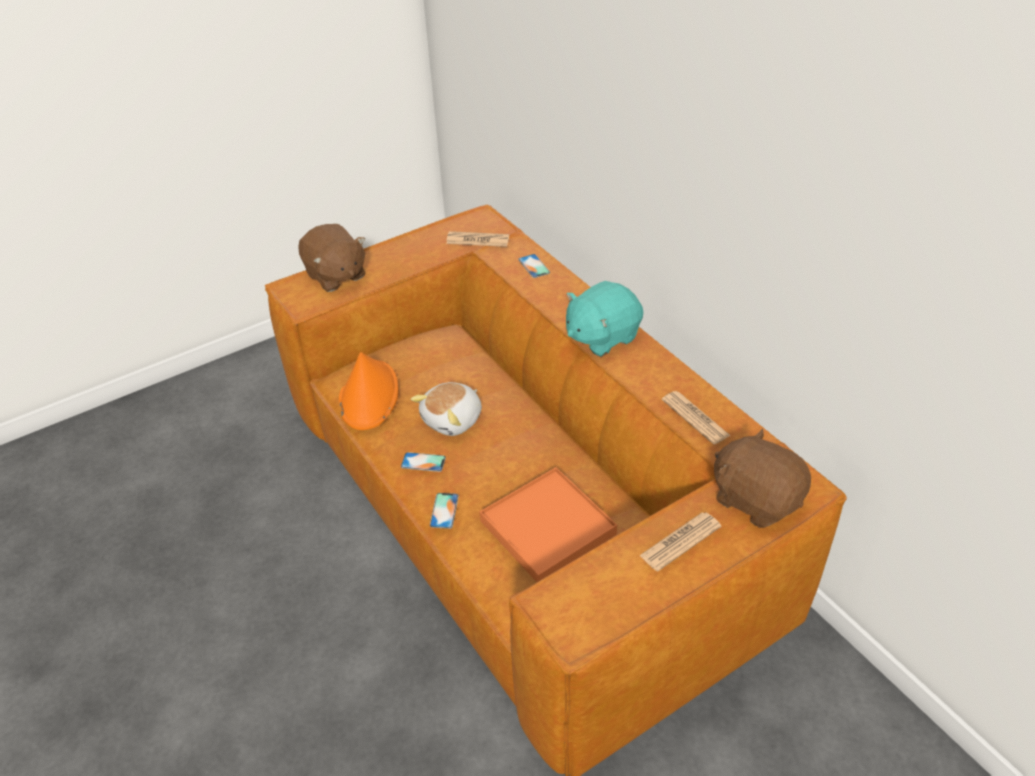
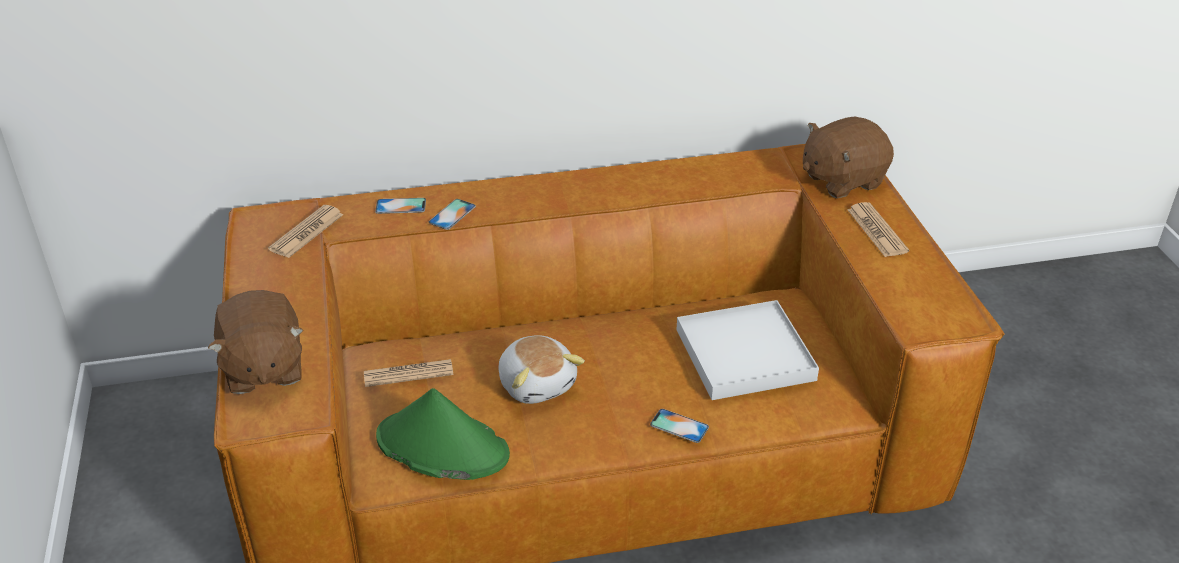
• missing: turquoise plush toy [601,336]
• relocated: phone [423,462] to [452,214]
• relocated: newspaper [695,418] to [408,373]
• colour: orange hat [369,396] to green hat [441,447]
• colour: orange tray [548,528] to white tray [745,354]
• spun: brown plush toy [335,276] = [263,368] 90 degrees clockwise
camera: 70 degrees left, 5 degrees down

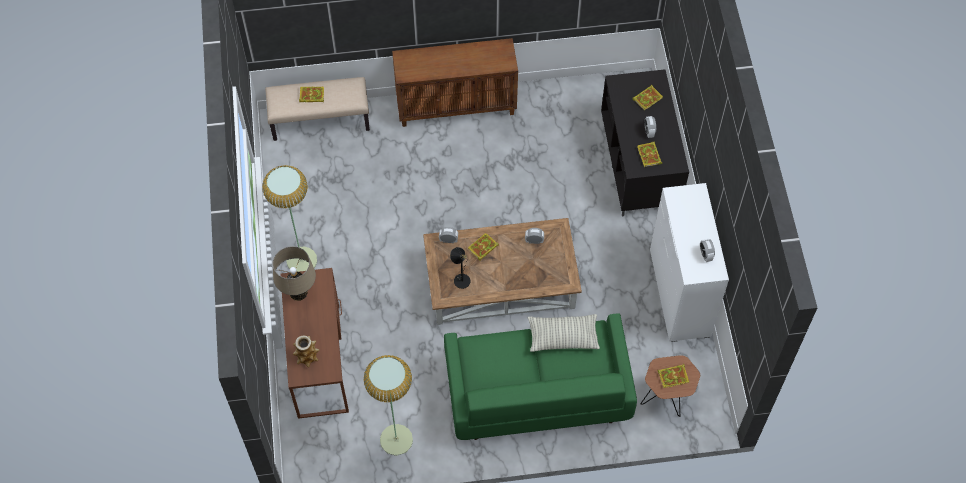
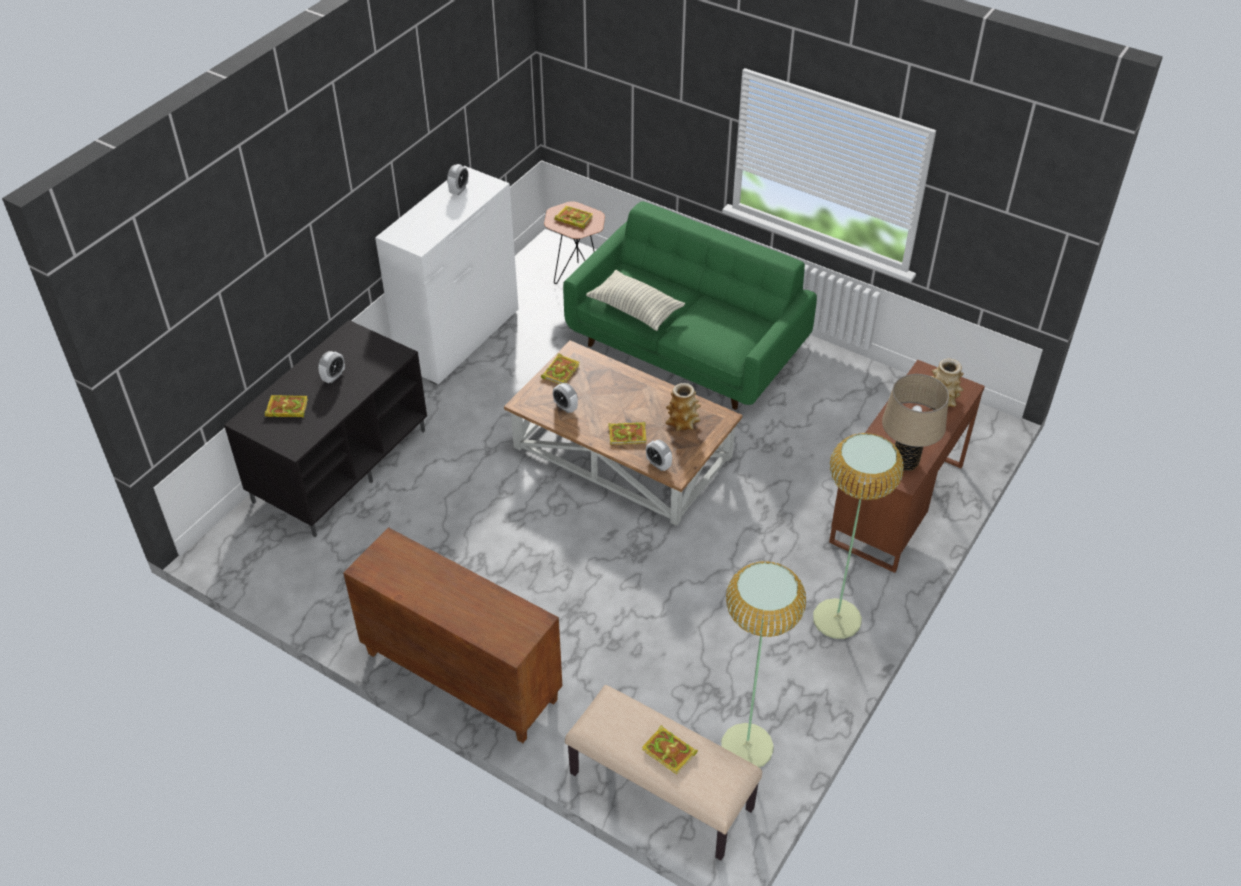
• relocated: floor lamp [396,439] to [746,747]
• relocated: book [649,156] to [560,370]
• exchanged: black table lamp [460,278] to vase [683,422]
camera: 140 degrees left, 15 degrees down

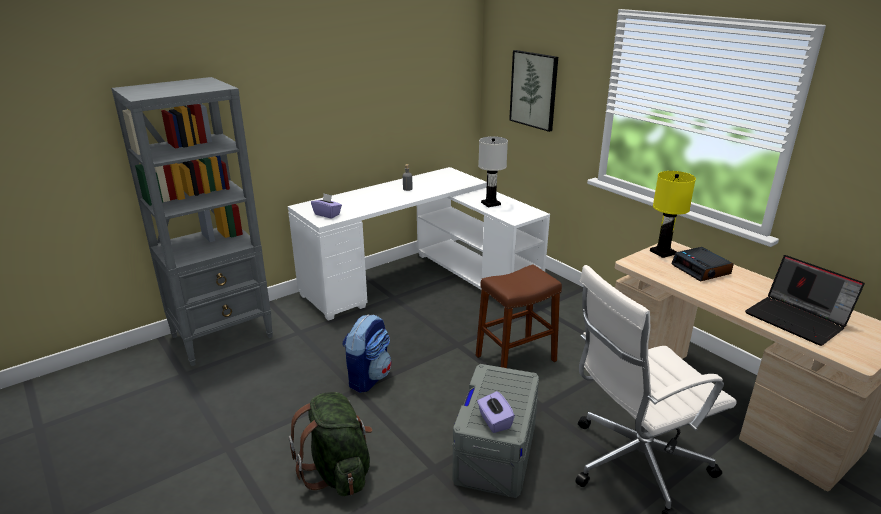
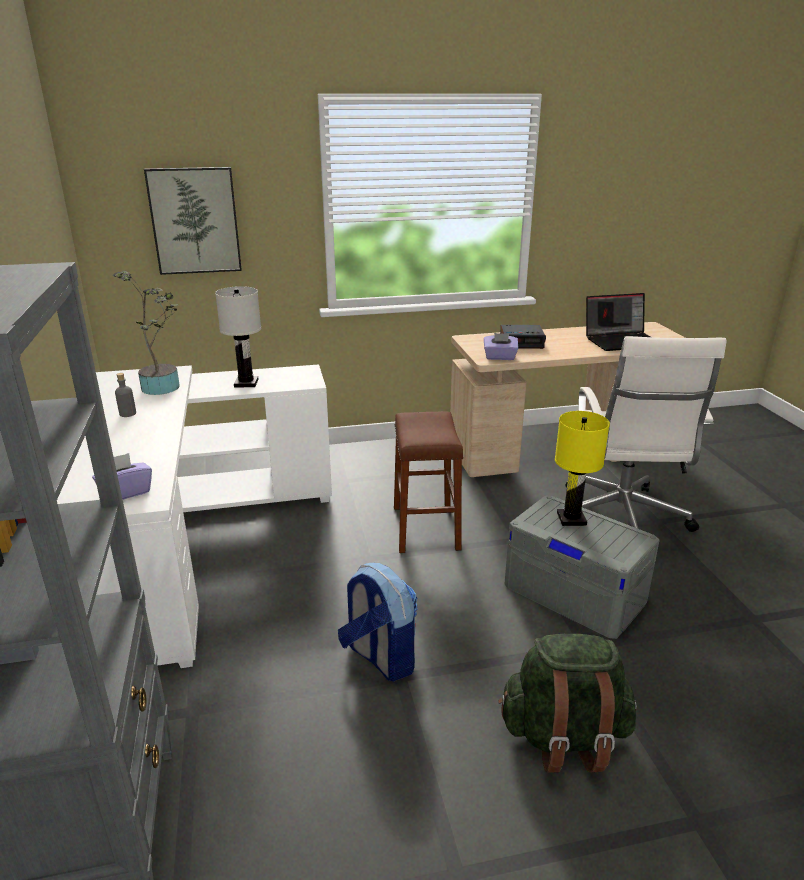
• appeared: potted plant [163,386]
• relocated: purple tissue box [494,421] to [500,357]
• relocated: yellow table lamp [662,252] to [572,519]
camera: 65 degrees left, 0 degrees up

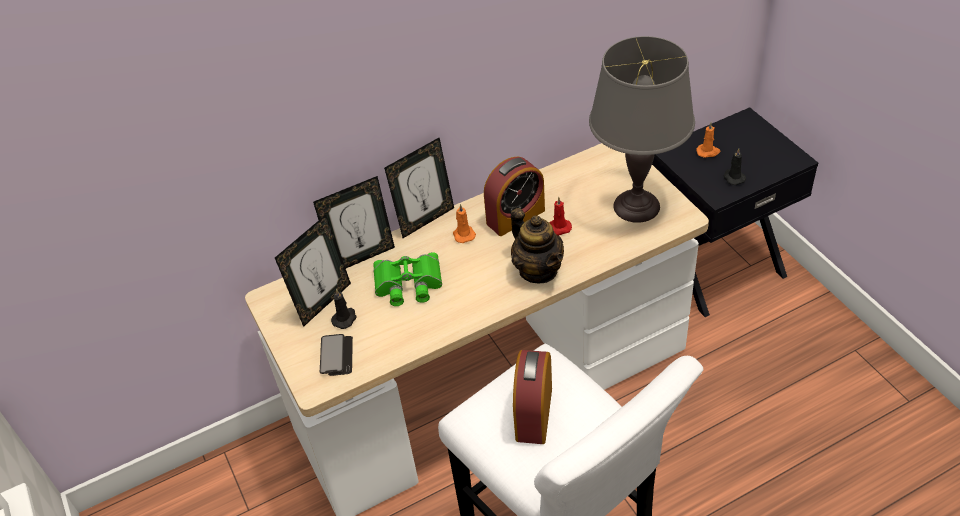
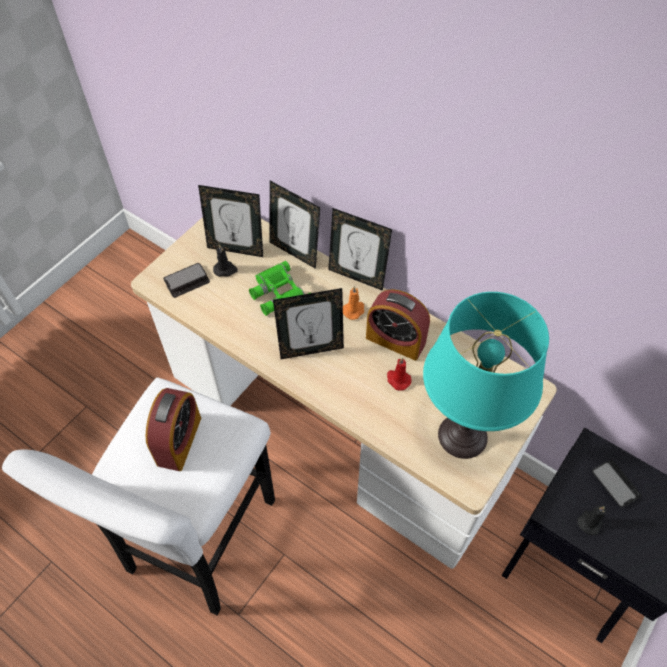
• missing: teapot [538,270]
• appeared: picture frame [311,349]
• exchanged: orange candle [708,152] to phone [615,484]
• colour: grey table lamp [637,206] to turquoise table lamp [463,436]
• spun: alarm clock [534,414] = [179,441] 120 degrees clockwise
camera: 60 degrees right, 10 degrees up

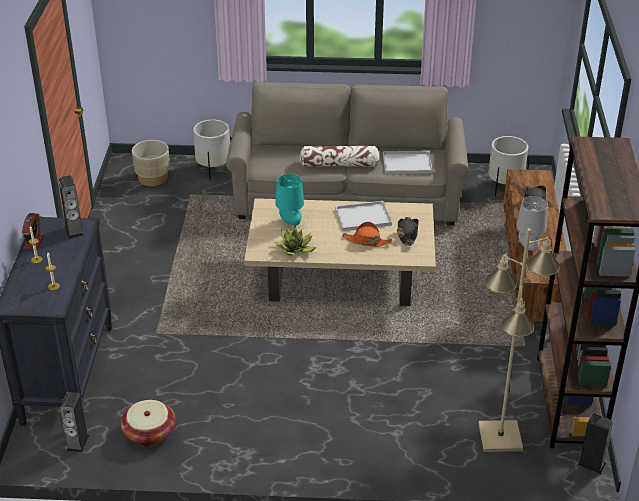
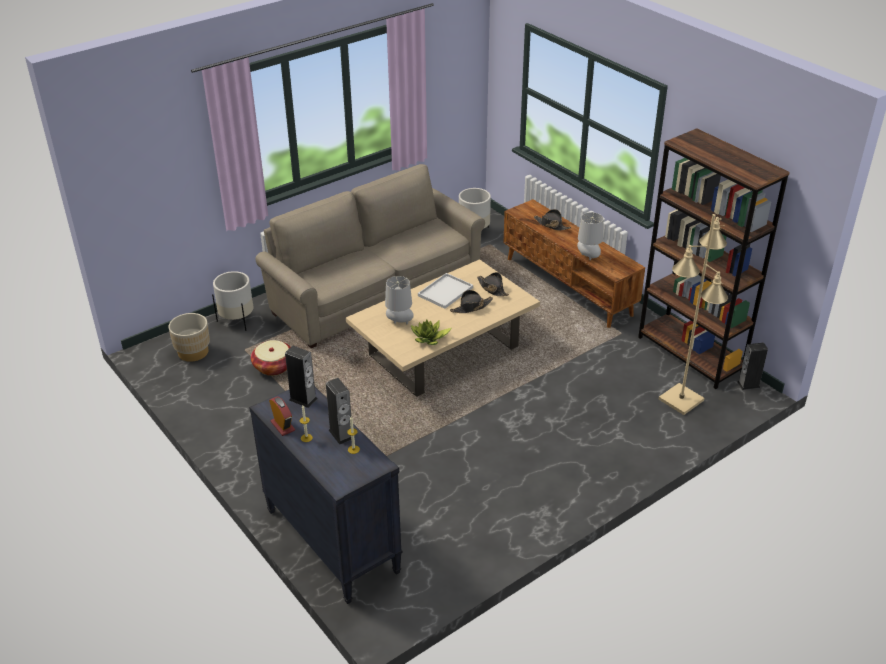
• missing: pillow [339,164]
• missing: white tray [406,164]
• relocated: speaker [78,443] to [341,434]
• relocated: basket [149,433] to [273,366]
• colour: turquoise table lamp [290,223] to grey table lamp [399,322]
• colour: orange hat [366,241] to black hat [471,307]
camera: 40 degrees left, 0 degrees up

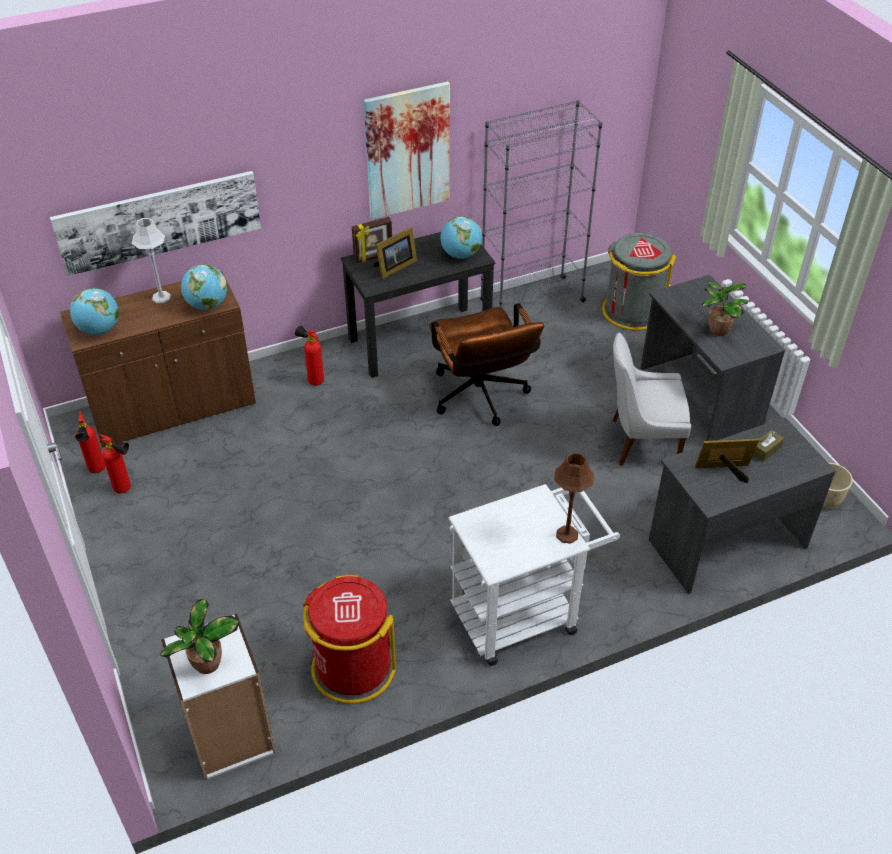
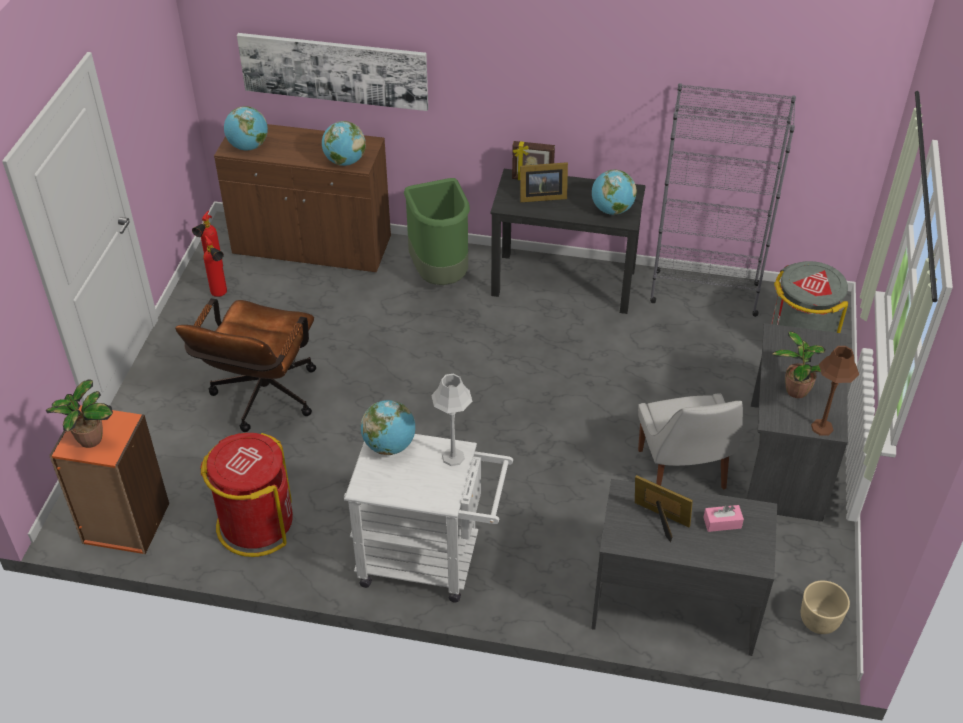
• missing: picture [407,151]
• appeared: globe [389,446]
• relocated: grey table lamp [161,297] to [453,457]
• relocated: brown office chair [481,399] to [261,400]
• relocated: brown table lamp [567,534] to [822,427]
• exchanged: fire extinguisher [313,380] to green trash can [440,275]
• colour: white bookcase [231,738] to orange bookcase [125,524]
• colour: brown tissue box [765,450] to pink tissue box [722,523]
• spun: white chair [641,442] = [682,472] 135 degrees counterclockwise
camera: 35 degrees right, 0 degrees up

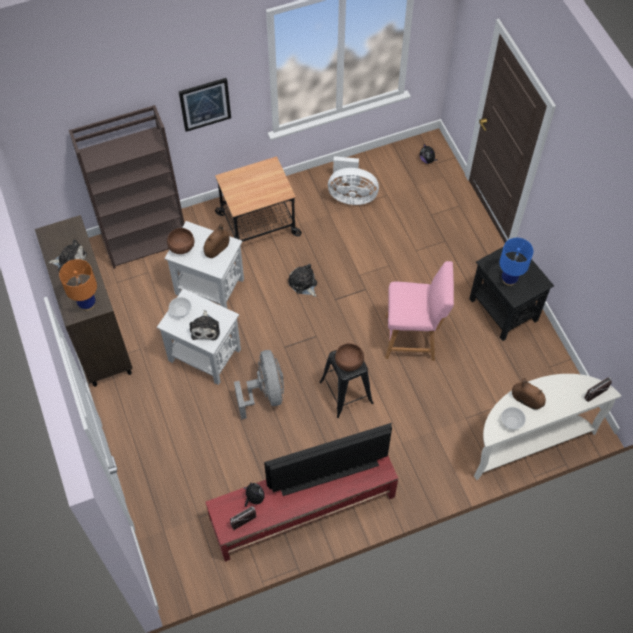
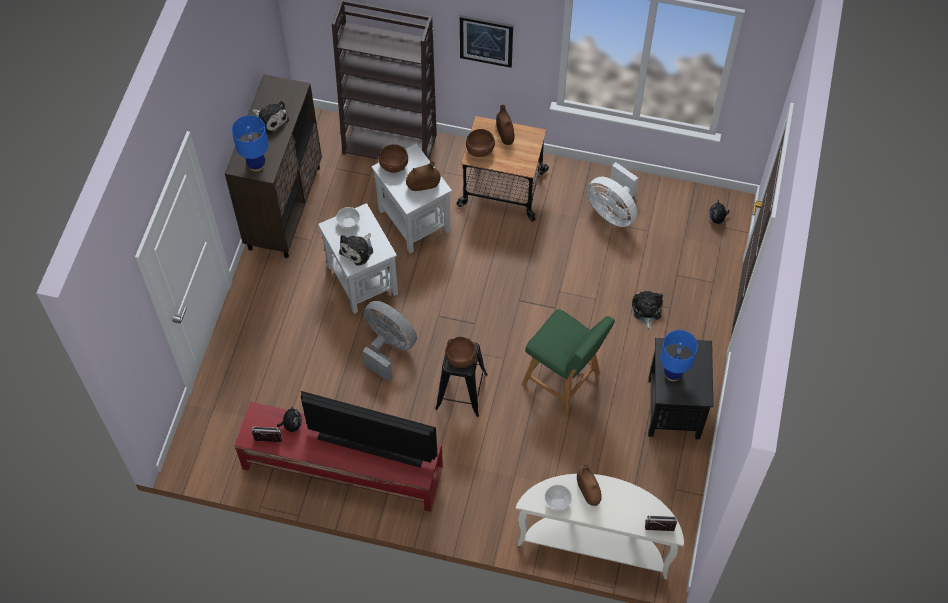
• appeared: brown bowl [480,150]
• appeared: brown vase [505,134]
• relocated: plush toy [303,284] to [646,310]
• colour: orange table lamp [87,304] to blue table lamp [256,165]
• colour: pink stool [413,338] to green stool [564,380]
• spun: grey fan [265,393] = [388,347] 75 degrees counterclockwise
camera: 35 degrees right, 0 degrees up

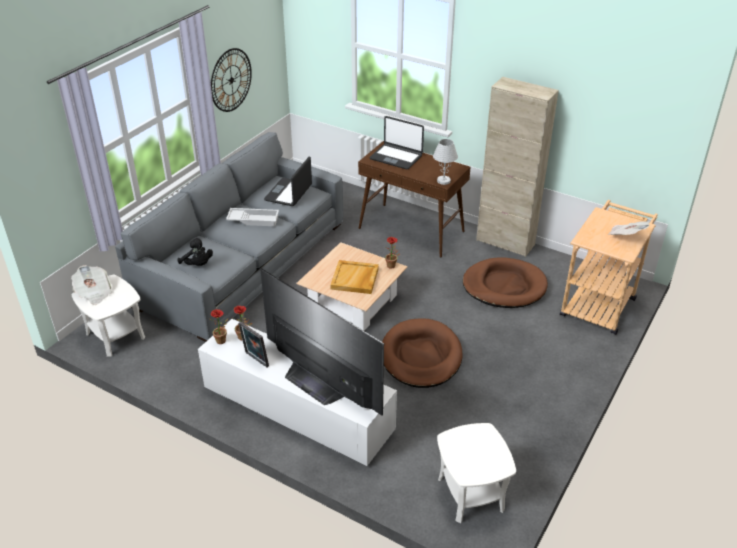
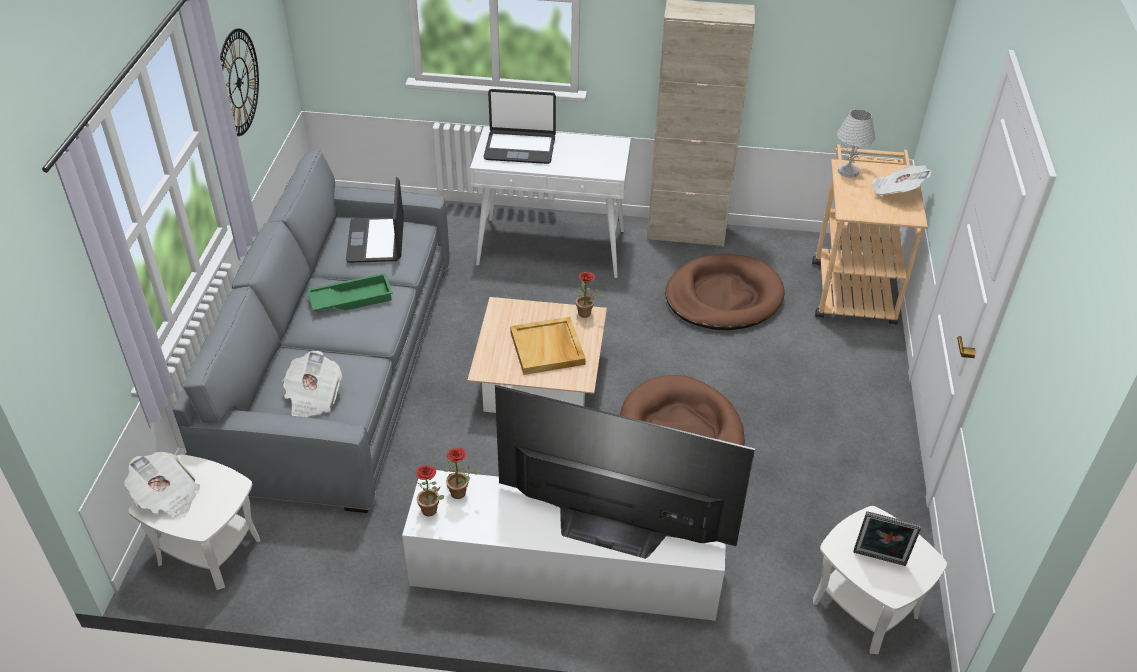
• relocated: picture frame [255,360] to [879,560]
• relocated: white table lamp [444,181] to [848,171]
• exchanged: black plush toy [197,265] to newspaper [313,398]
• colour: white tray [254,219] to green tray [351,298]
• colour: brown console table [412,230] to white console table [552,248]
camera: 25 degrees left, 5 degrees up

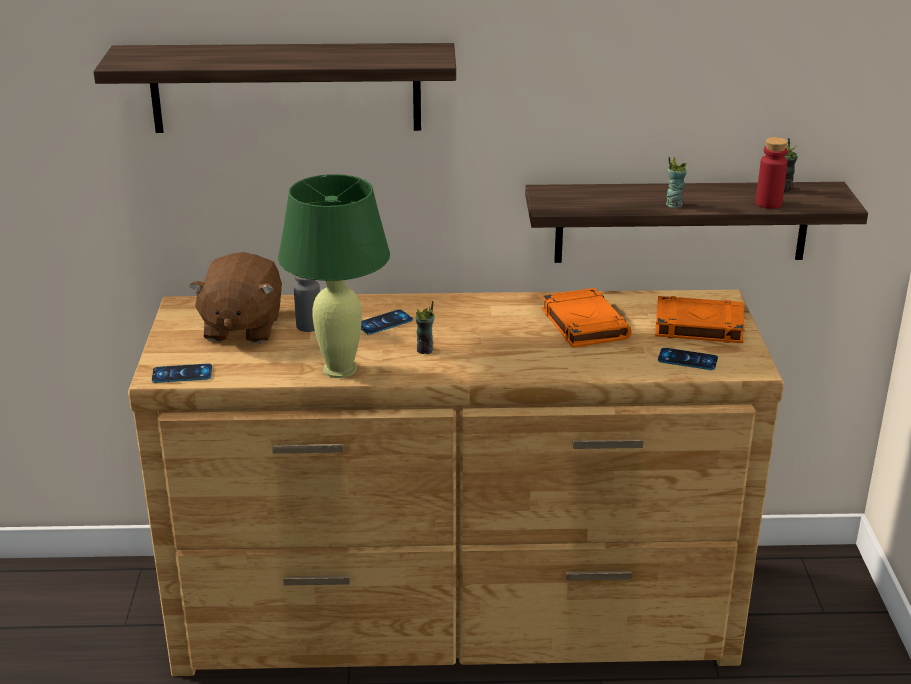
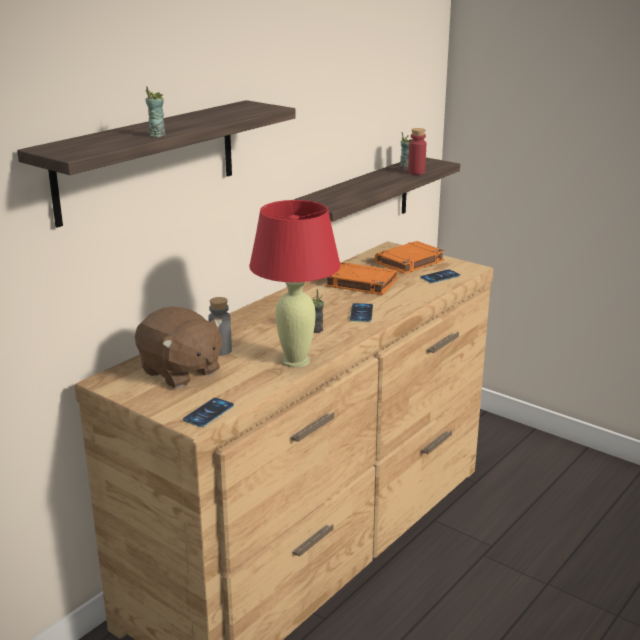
• relocated: phone [384,322] to [361,313]
• relocated: cup [674,204] to [157,135]
• colour: green table lamp [340,369] to red table lamp [296,361]
camera: 50 degrees left, 5 degrees down

